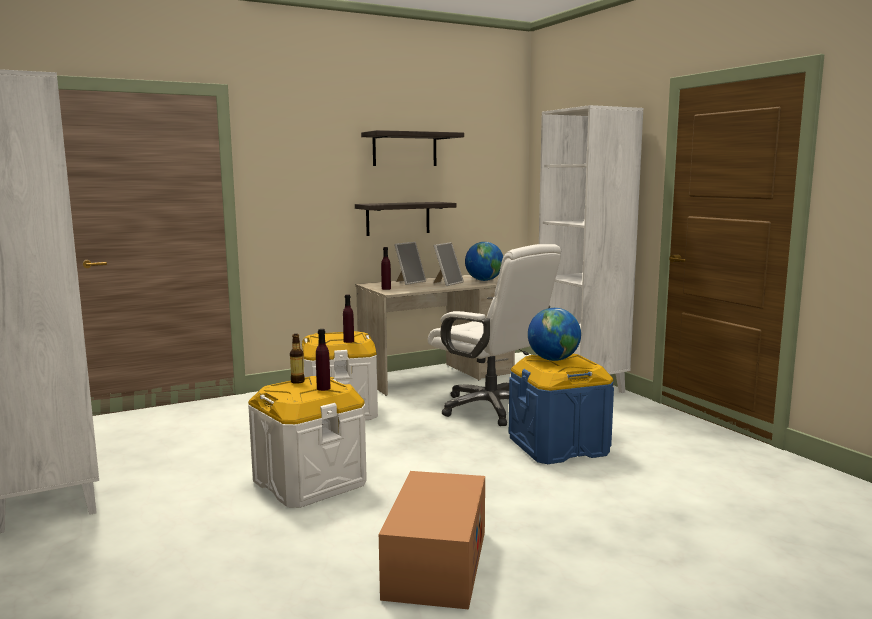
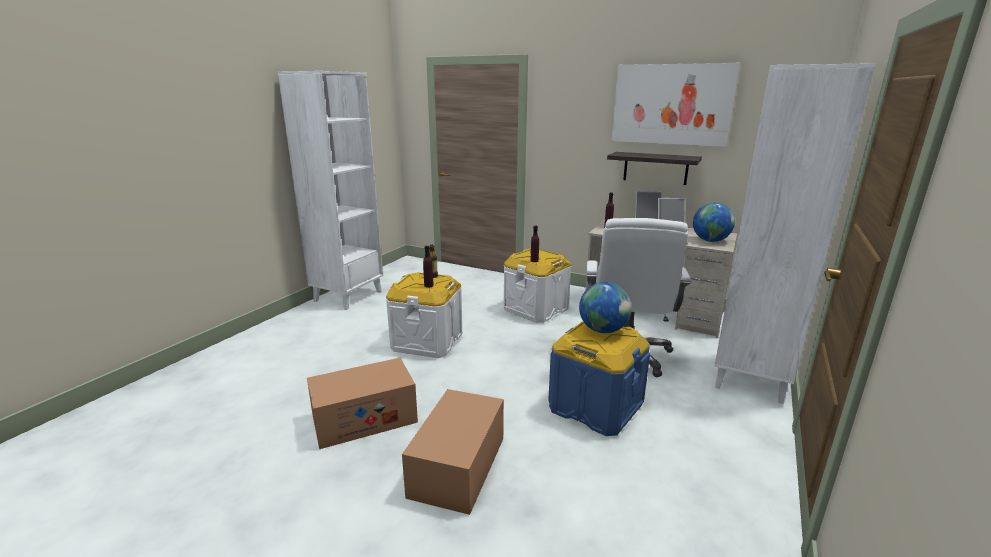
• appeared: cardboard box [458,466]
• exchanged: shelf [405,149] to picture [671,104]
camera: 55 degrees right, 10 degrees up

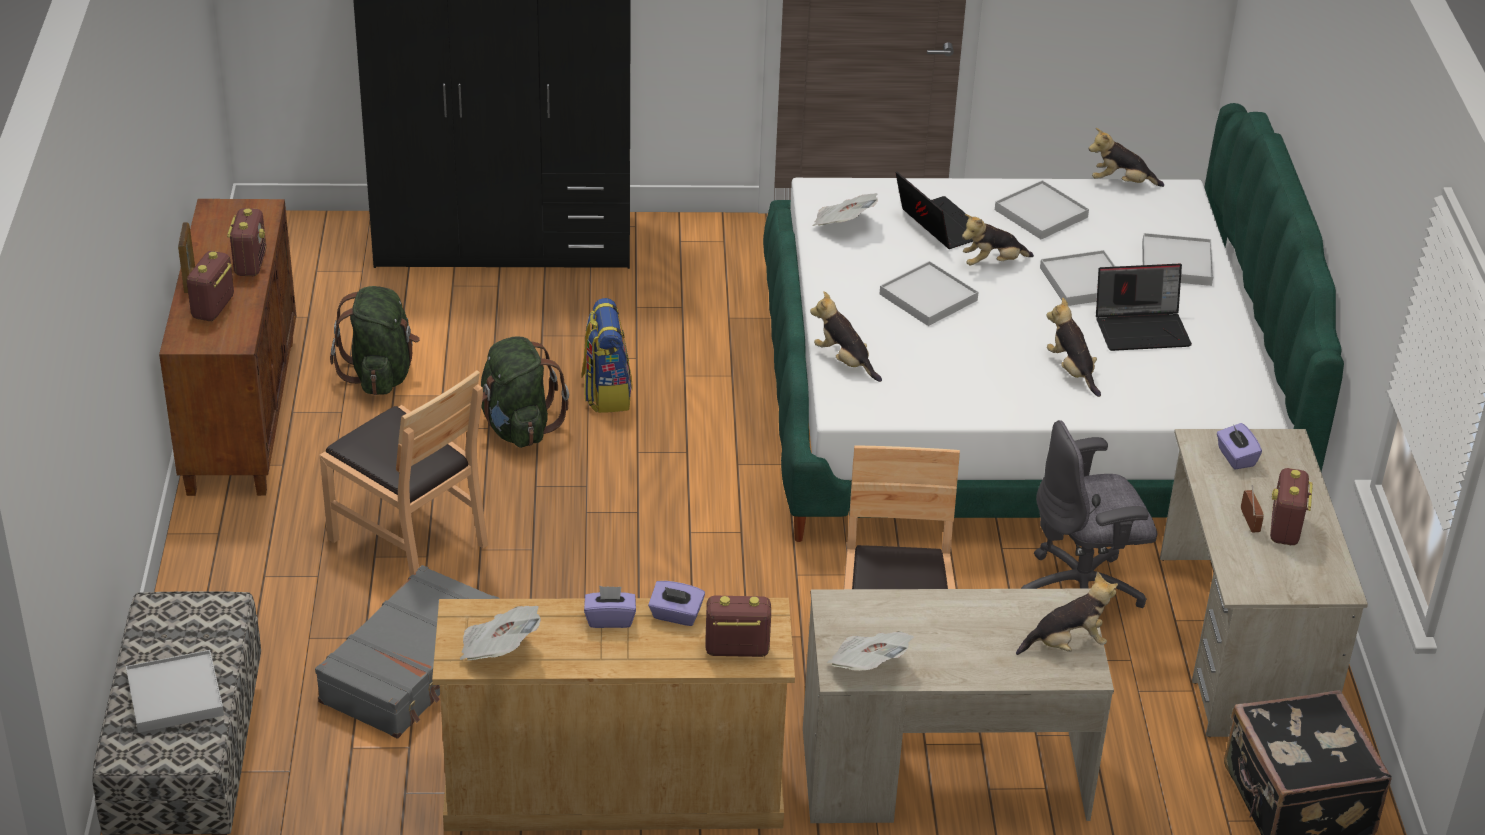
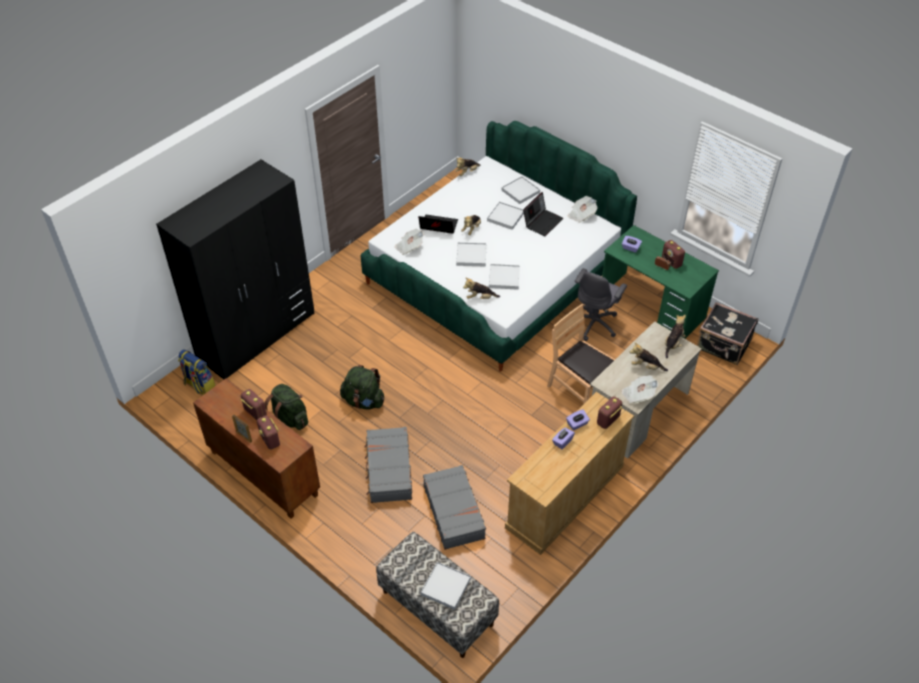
• relocated: newspaper [499,649] to [581,215]
• relocated: backpack [606,393] to [199,385]
• relocated: white tray [1041,214] to [504,278]
• relocated: plush toy [1072,371] to [646,366]
• exchanged: brown chair [409,540] to grey suitcase [388,470]
• colour: beige desk [1241,644] to green desk [652,307]
camera: 45 degrees left, 10 degrees up

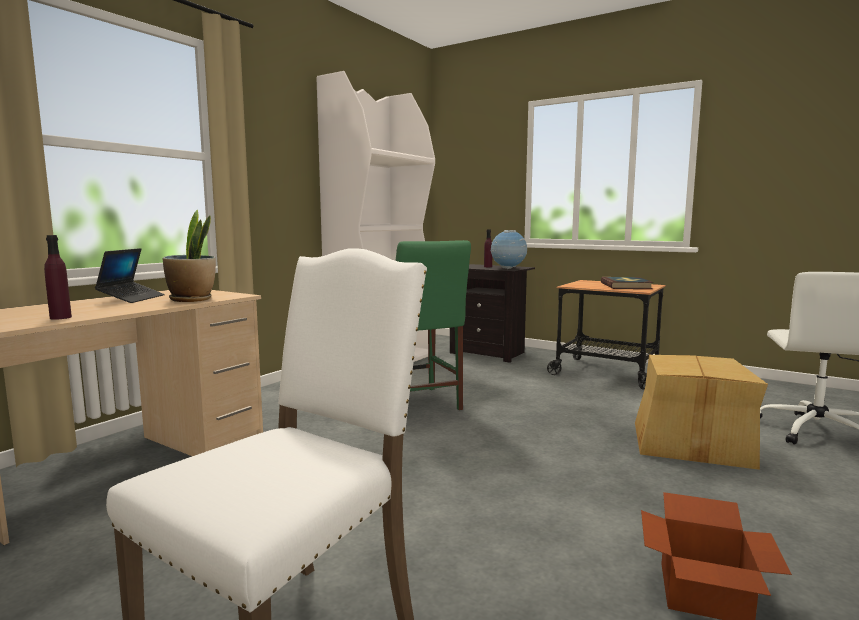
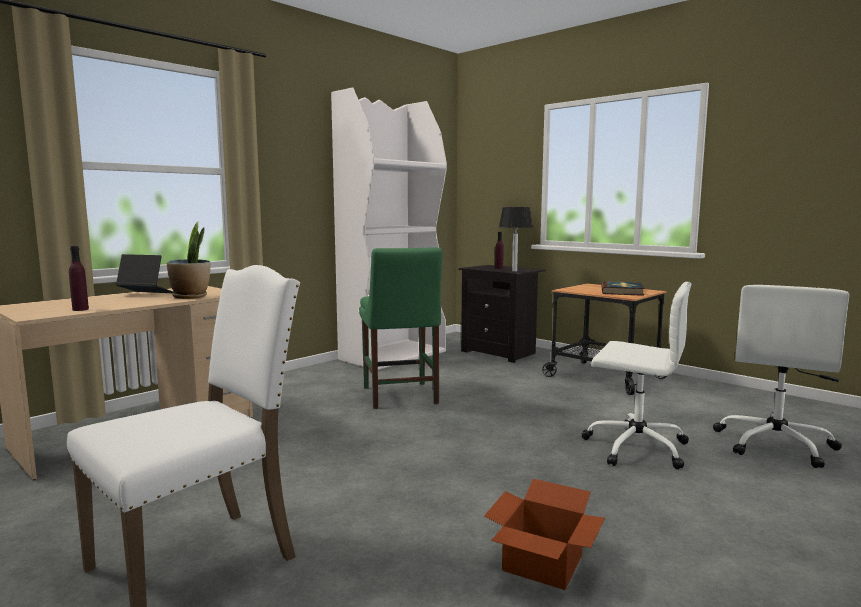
• exchanged: globe [508,269] to table lamp [515,271]
• exchanged: cardboard box [690,443] to white office chair [634,447]
• spun: laptop [132,298] = [146,294] 90 degrees counterclockwise
camera: 10 degrees right, 0 degrees up

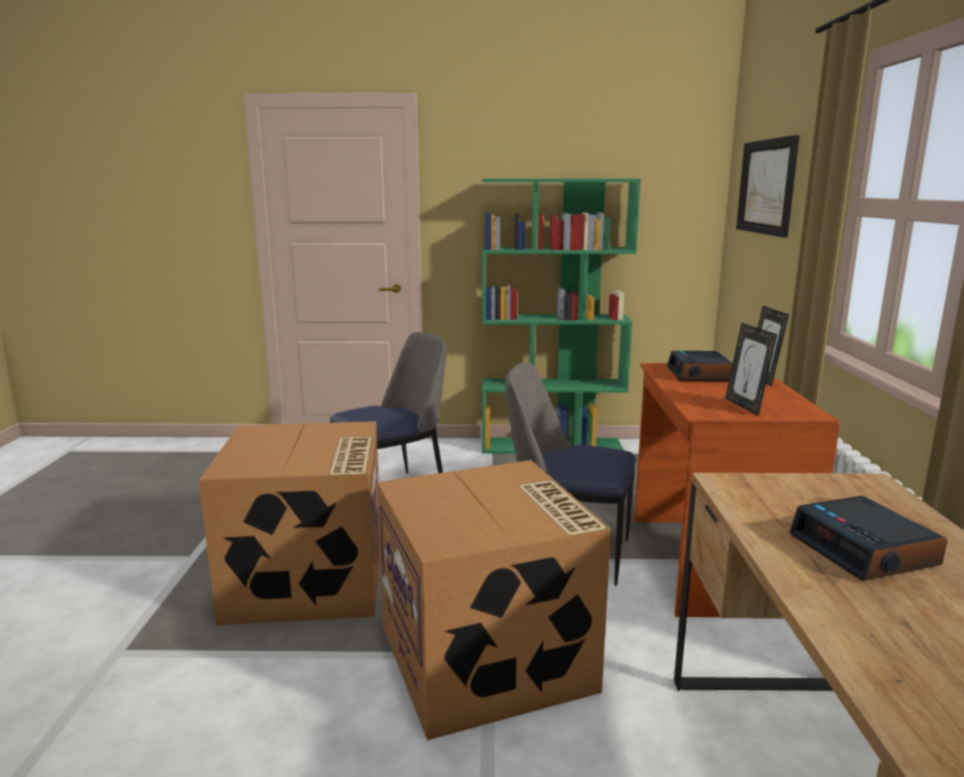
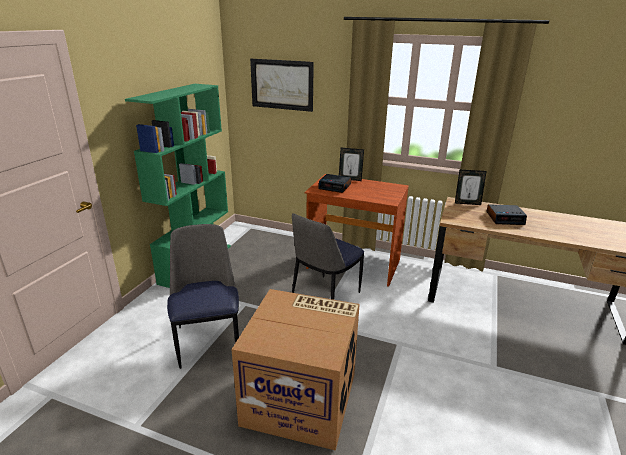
• missing: cardboard box [488,659]
• relocated: picture frame [745,406] to [467,203]
camera: 70 degrees left, 10 degrees up

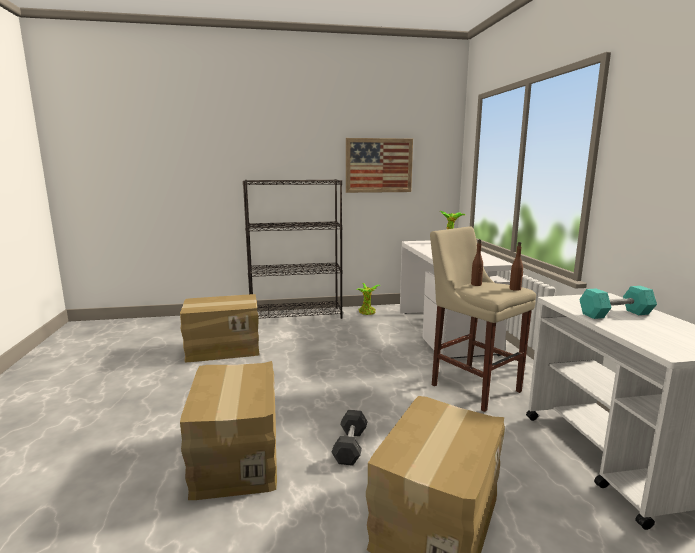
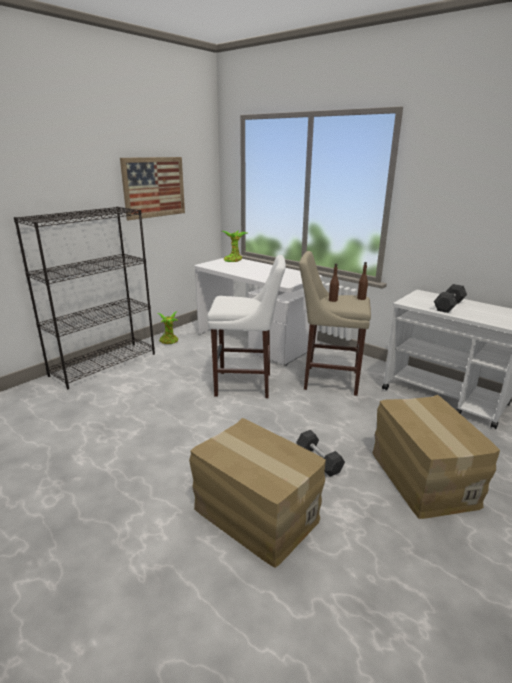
• missing: cardboard box [223,348]
• appeared: white stool [247,385]
• colour: turquoise dumbbell [615,314] to grey dumbbell [449,306]
camera: 40 degrees left, 10 degrees up

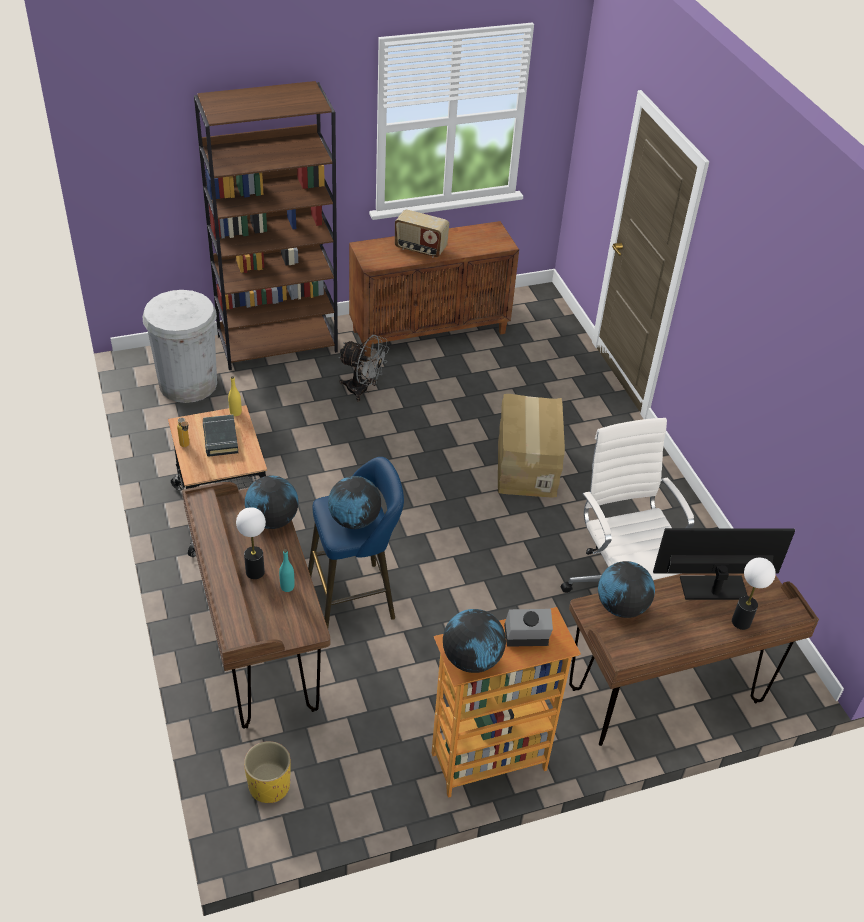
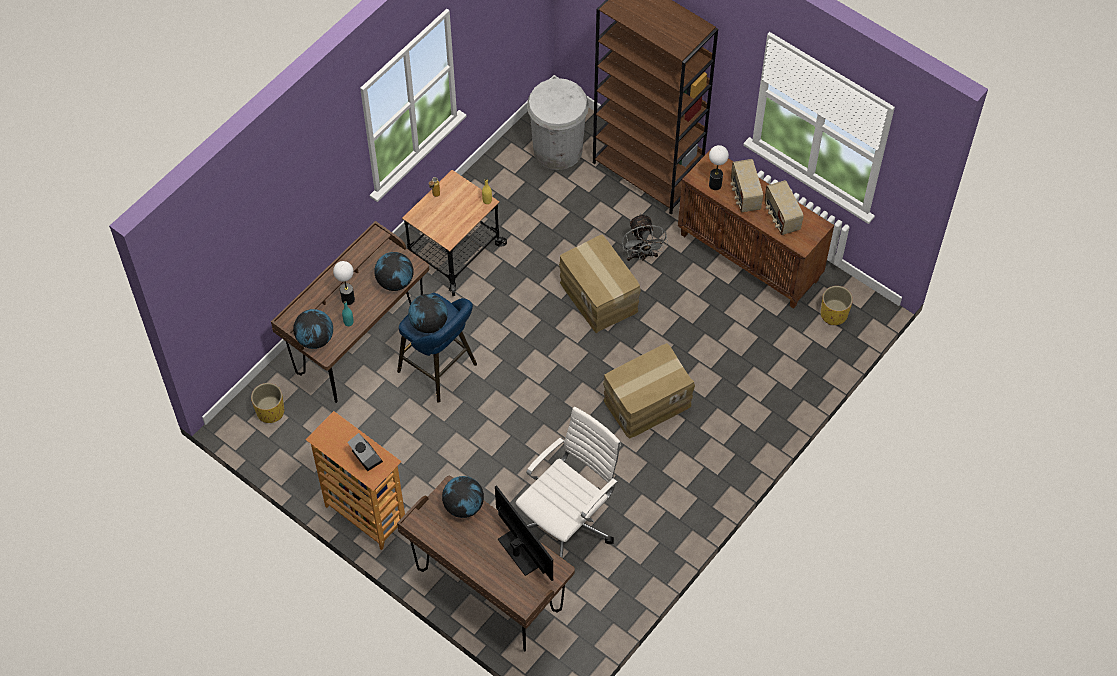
• missing: black book [220,438]
• appeared: cardboard box [599,296]
• appeared: radio [781,217]
• appeared: yellow planter [833,314]
• relocated: globe [472,659] to [315,339]
• relocated: table lamp [741,621] to [715,185]
camera: 60 degrees right, 15 degrees up

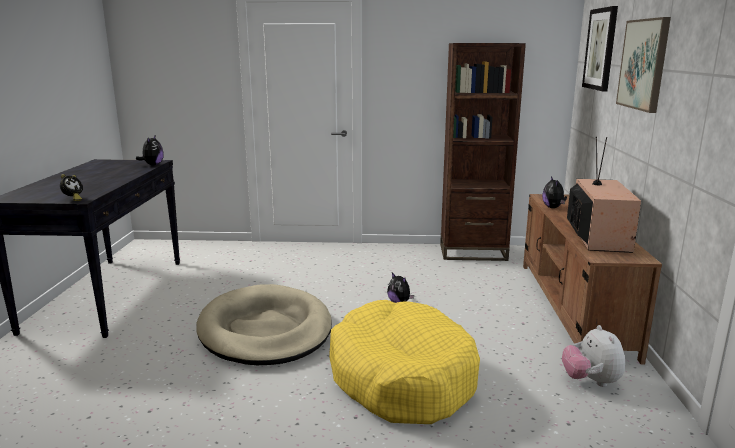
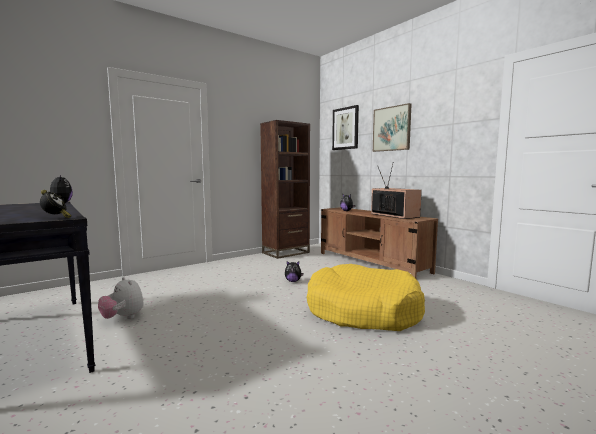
• missing: beige dog bed [265,330]
• relocated: plush toy [591,381] to [123,318]
camera: 40 degrees left, 10 degrees down

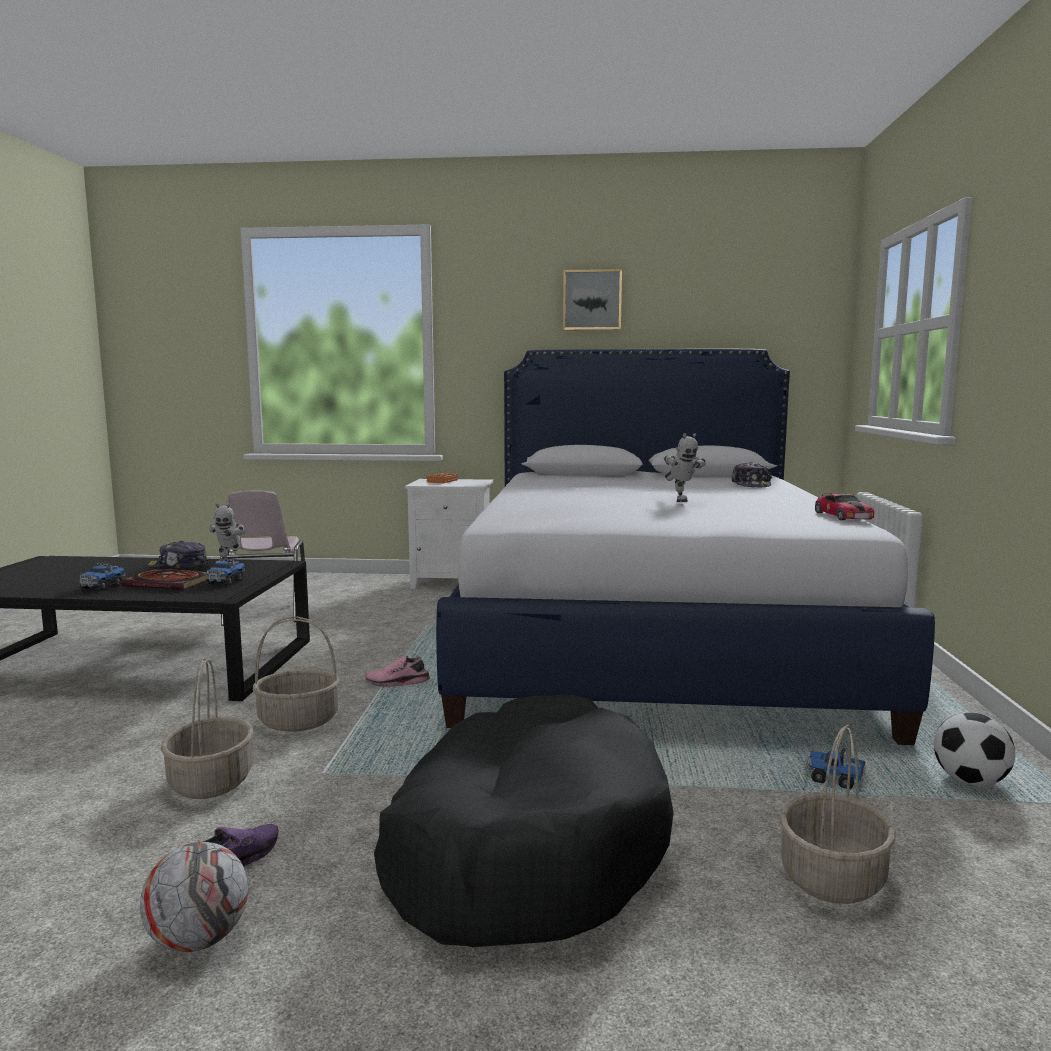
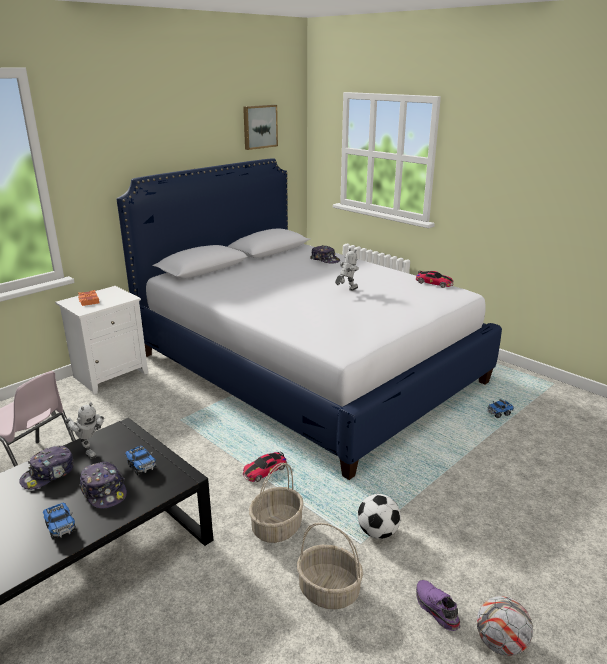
• missing: black dog bed [525,847]
• missing: basket [833,878]
• relocated: picture [592,300] to [259,126]
• relocated: football [970,781] to [377,532]
• exchanged: book [170,583] to cap [104,491]
• exchanged: pink shoe [397,683] to toy car [264,470]
• spun: toy robot [680,501] = [346,290] 75 degrees counterclockwise
camera: 50 degrees left, 15 degrees up

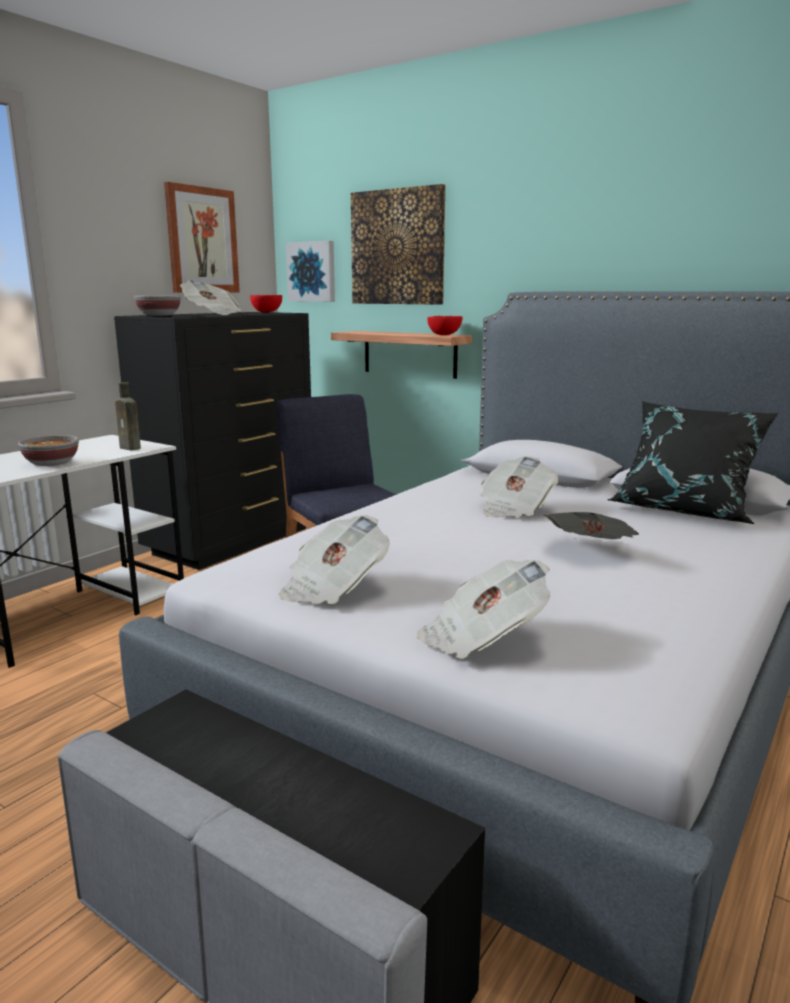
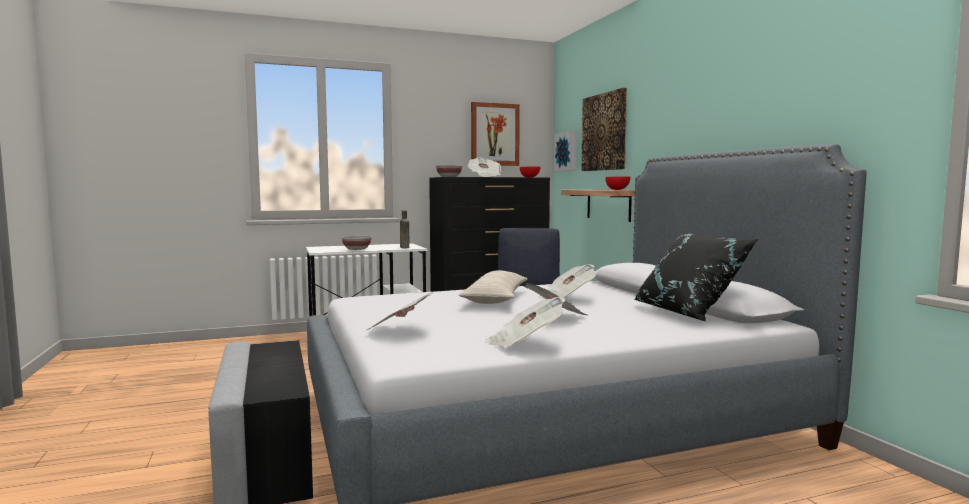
• appeared: beige pillow [495,299]
• relocated: newspaper [333,587] to [524,343]
camera: 35 degrees right, 10 degrees down

